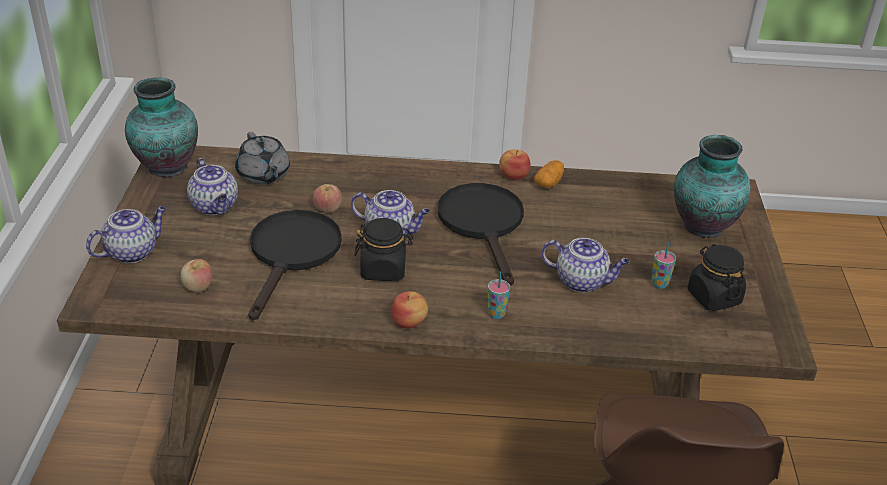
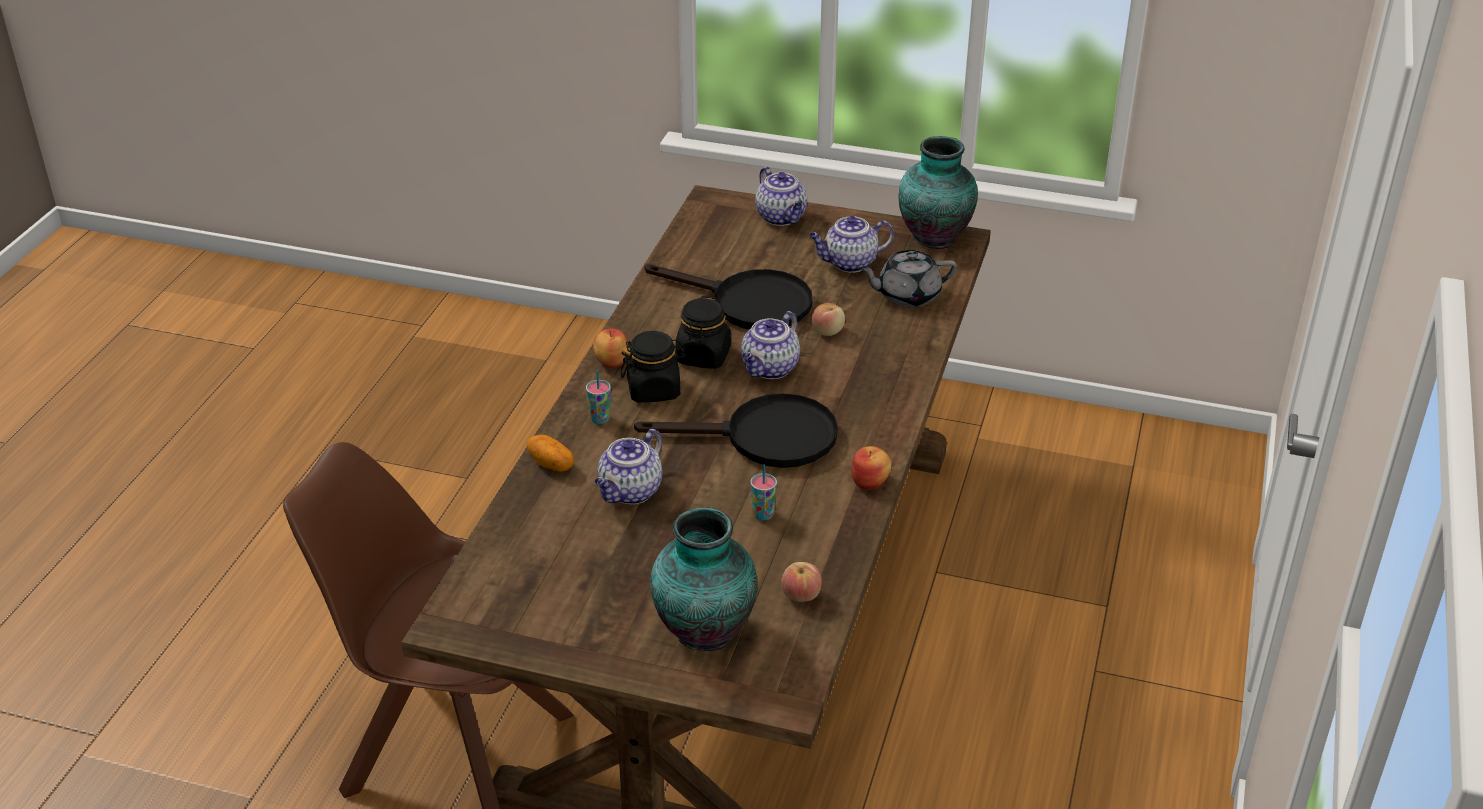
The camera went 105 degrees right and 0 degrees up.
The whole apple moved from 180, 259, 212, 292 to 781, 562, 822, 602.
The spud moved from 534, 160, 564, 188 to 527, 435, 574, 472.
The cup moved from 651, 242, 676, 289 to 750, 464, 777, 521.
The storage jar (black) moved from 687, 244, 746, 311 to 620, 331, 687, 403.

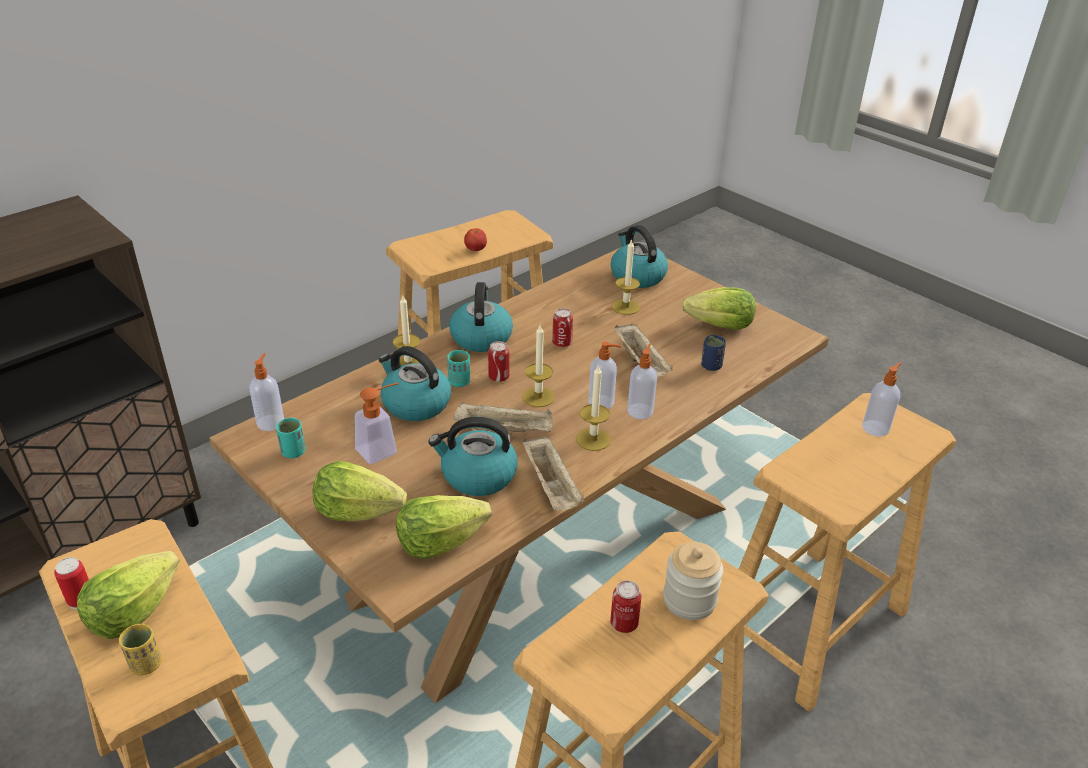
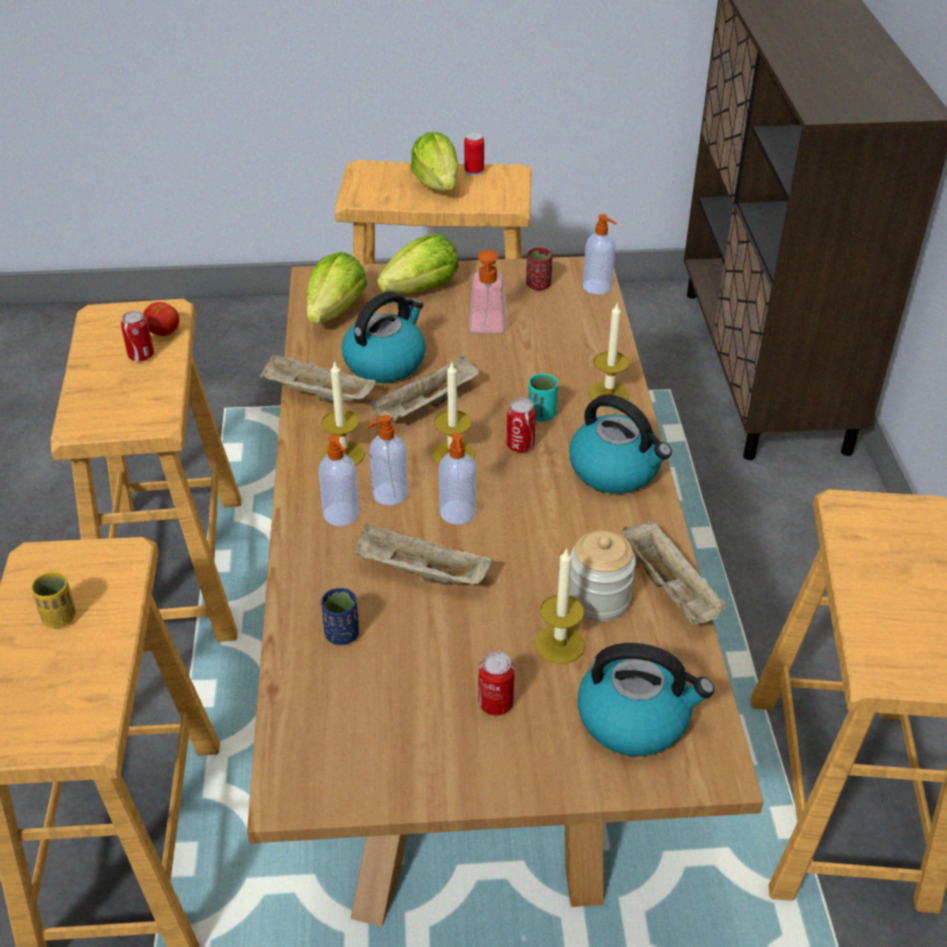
The camera went 130 degrees right and 5 degrees up.
The cup (yellowish) moved from 119, 624, 162, 676 to 31, 571, 76, 628.
The cup (turquoise-coloured) at 276, 418, 306, 458 became the cup (reddish) at 526, 248, 553, 290.
The tea kettle at 379, 346, 451, 421 disappeared.
The fresh tomato moved from 464, 228, 487, 251 to 143, 302, 179, 336.
The can moved from 552, 308, 573, 347 to 478, 652, 514, 715.
The storage jar moved from 663, 542, 723, 620 to 569, 530, 636, 621.
The head of lettuce at 682, 287, 756, 330 disappeared.
The liquid soap bottle moved from 862, 362, 902, 437 to 439, 433, 476, 525.
The serving tray (beige) at 622, 520, 726, 625 appeared.

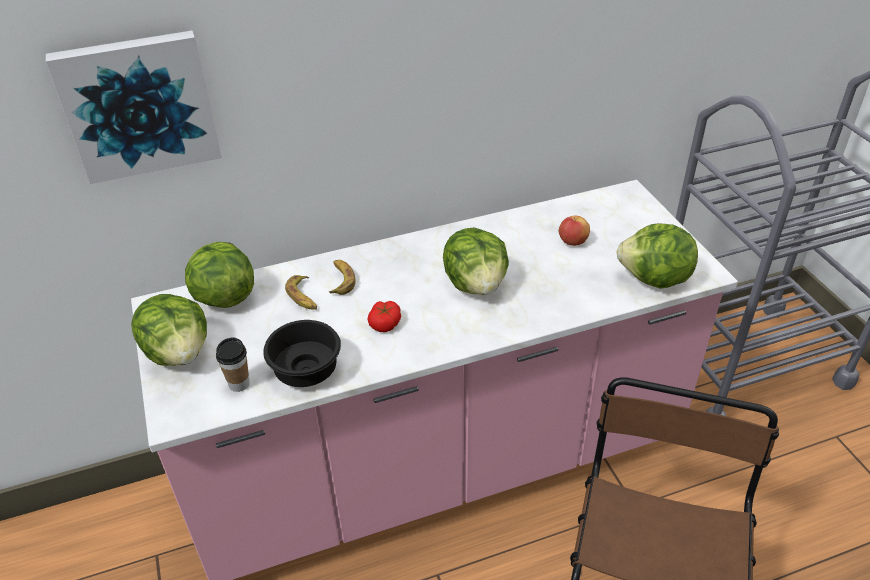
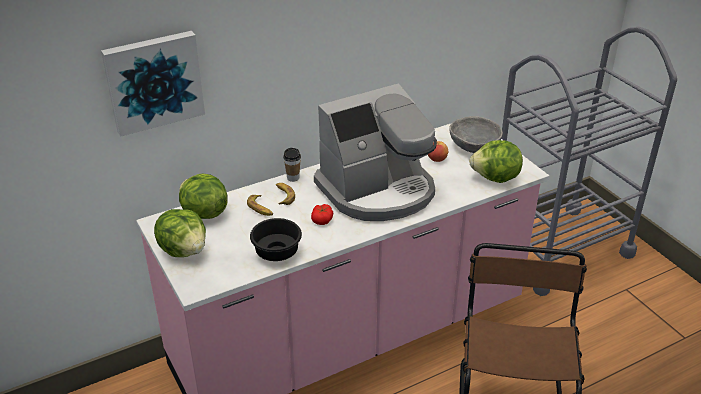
The camera went 10 degrees left and 5 degrees down.
The cup moved from 216, 337, 250, 392 to 283, 148, 301, 182.
The head of lettuce at 443, 228, 509, 295 was replaced by the coffee brewer at 314, 83, 437, 221.
The serving bowl (gray) at 449, 116, 503, 153 appeared.

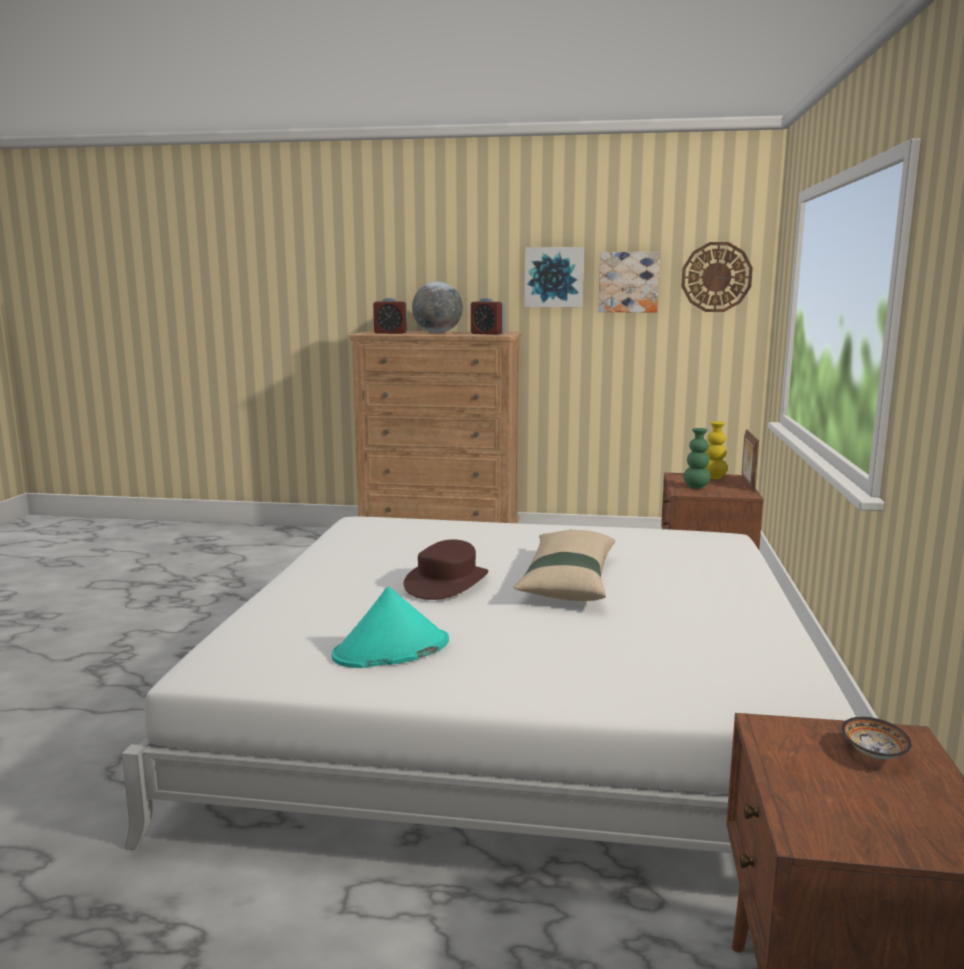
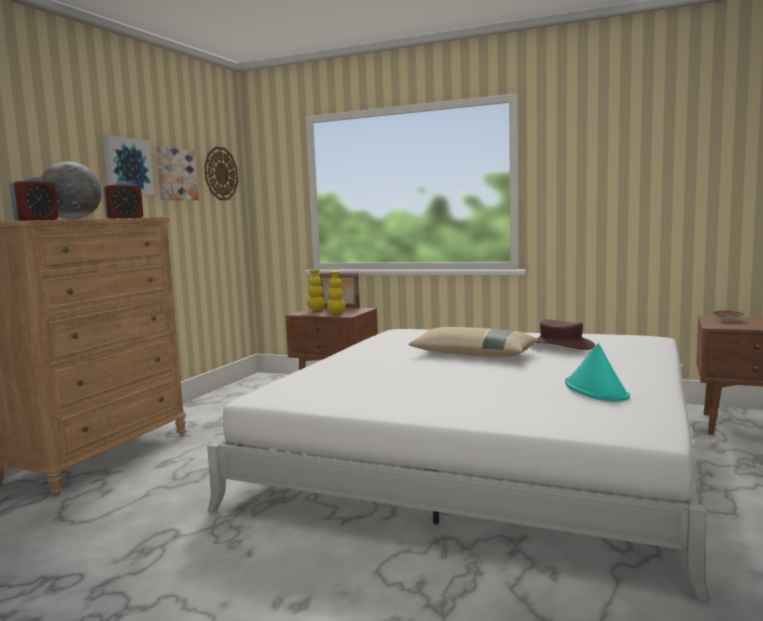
The camera went 75 degrees left and 5 degrees down.
The clothing hat (brown) moved from 404, 539, 488, 600 to 536, 320, 595, 350.
The decorative vase (greenish) at 684, 428, 711, 489 became the decorative vase (yellowish) at 327, 271, 346, 314.

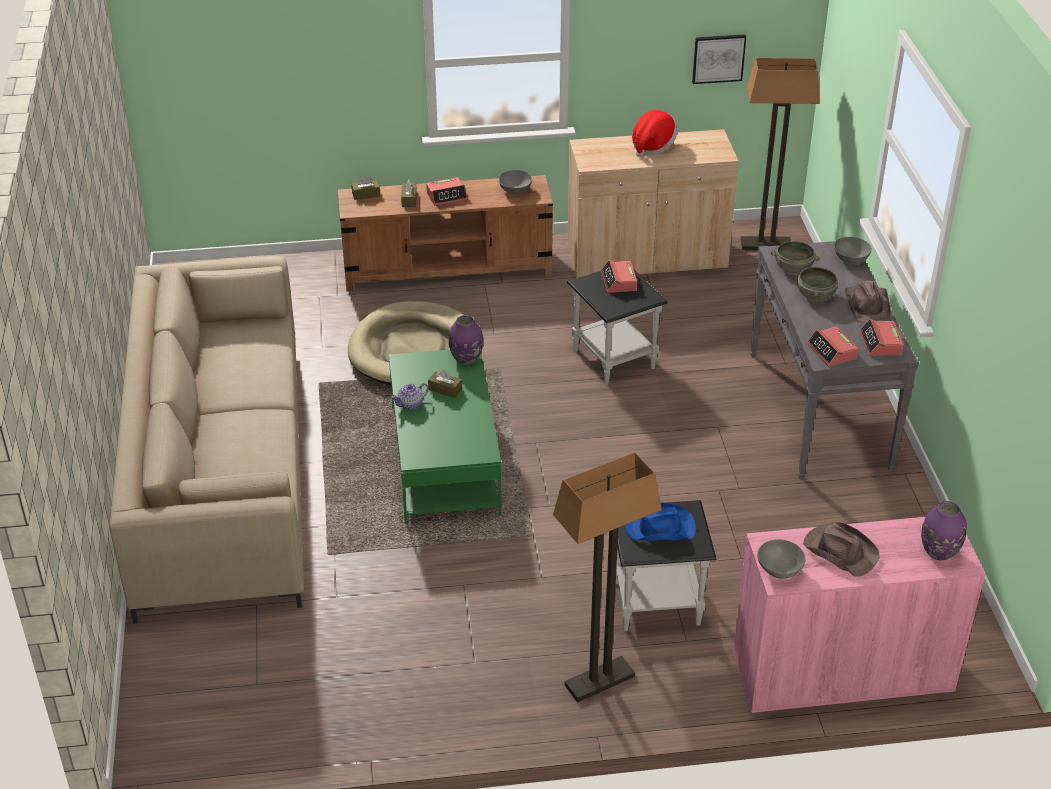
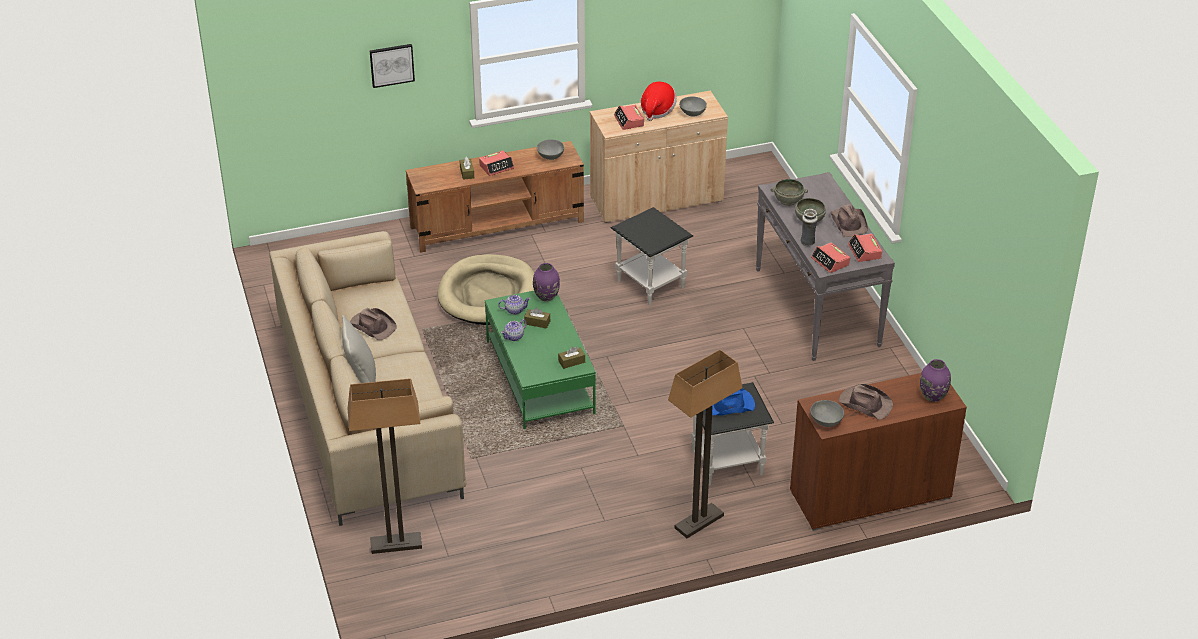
The camera went 10 degrees left and 0 degrees up.
The tissue box (brown) moved from 351, 176, 380, 200 to 558, 347, 585, 369.
The table clock moved from 601, 260, 637, 293 to 614, 105, 644, 130.
The wall picture moved from 692, 34, 746, 84 to 370, 44, 415, 88.
The cabinet (pink) at 732, 517, 985, 714 became the cabinet (brown) at 790, 373, 967, 530.
The floor lamp moved from 741, 58, 820, 251 to 348, 378, 422, 554.
The serving bowl (gray) moved from 834, 237, 872, 264 to 679, 96, 707, 116.
The cushion (gray) at 342, 315, 376, 383 appeared.
The clothing hat (brown) at 350, 308, 397, 340 appeared.
The pot for tea at 498, 295, 531, 315 appeared.
The decorative vase at 800, 209, 818, 246 appeared.

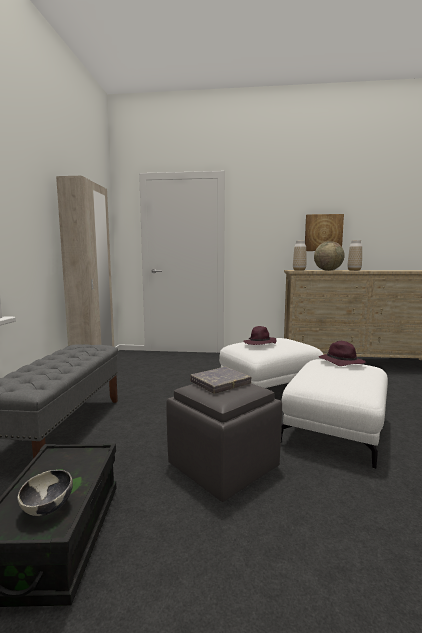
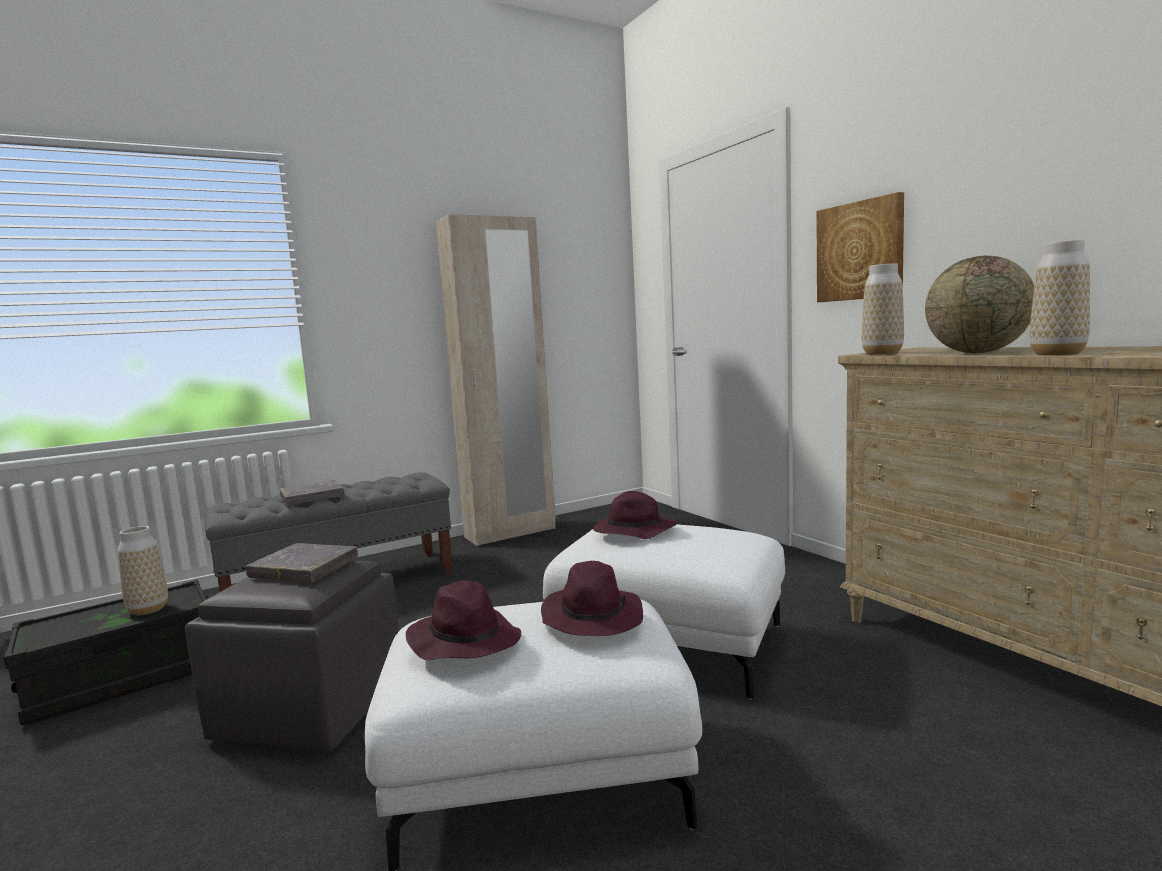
The camera went 55 degrees right and 0 degrees up.
The serving bowl at 18, 470, 73, 516 disappeared.
The wall picture moved from 305, 214, 344, 251 to 816, 192, 904, 302.
The decorative vase at 118, 526, 168, 615 appeared.
The volume (gray) at 280, 480, 345, 505 appeared.
The clothing hat (purple) at 406, 580, 521, 660 appeared.

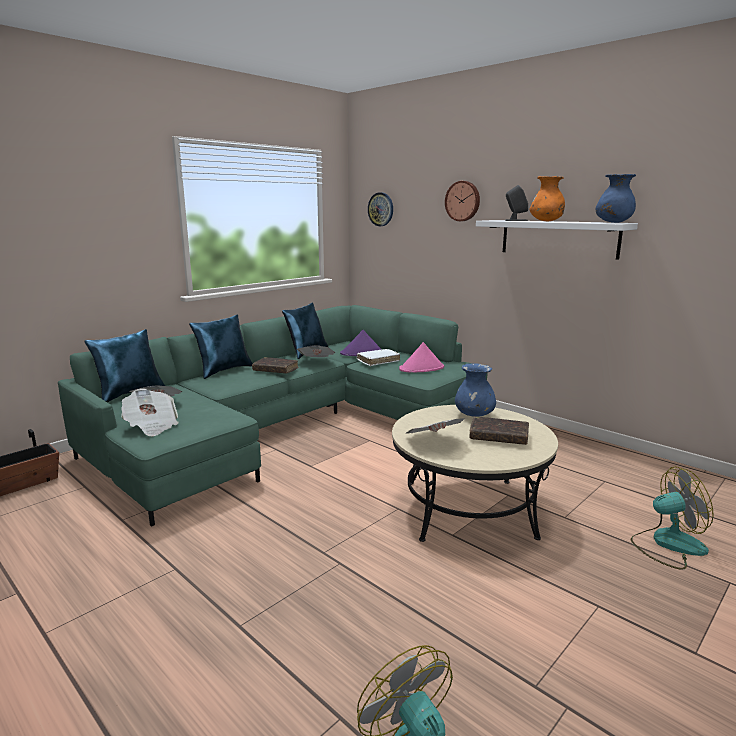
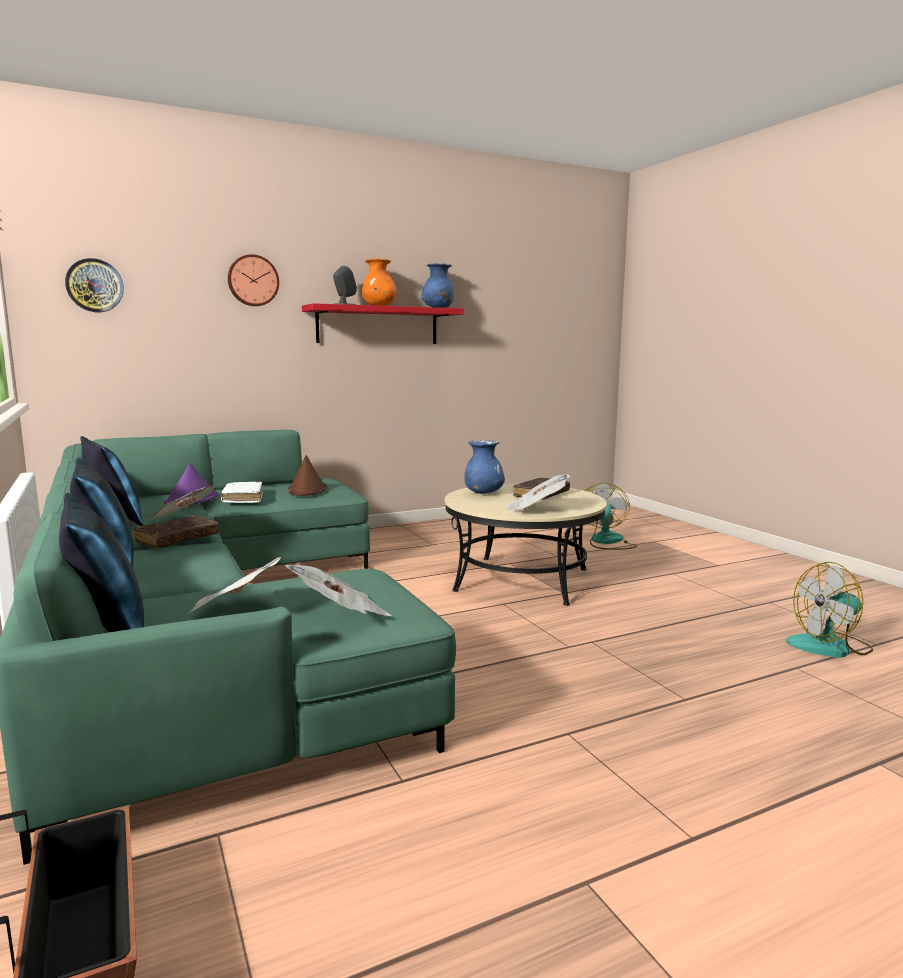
The camera went 70 degrees left and 5 degrees down.
The clothing hat (pink) at 399, 342, 444, 372 became the clothing hat (brown) at 288, 455, 327, 496.
The wall shelf (white) at 476, 220, 638, 260 became the wall shelf (reddish) at 302, 303, 464, 344.

